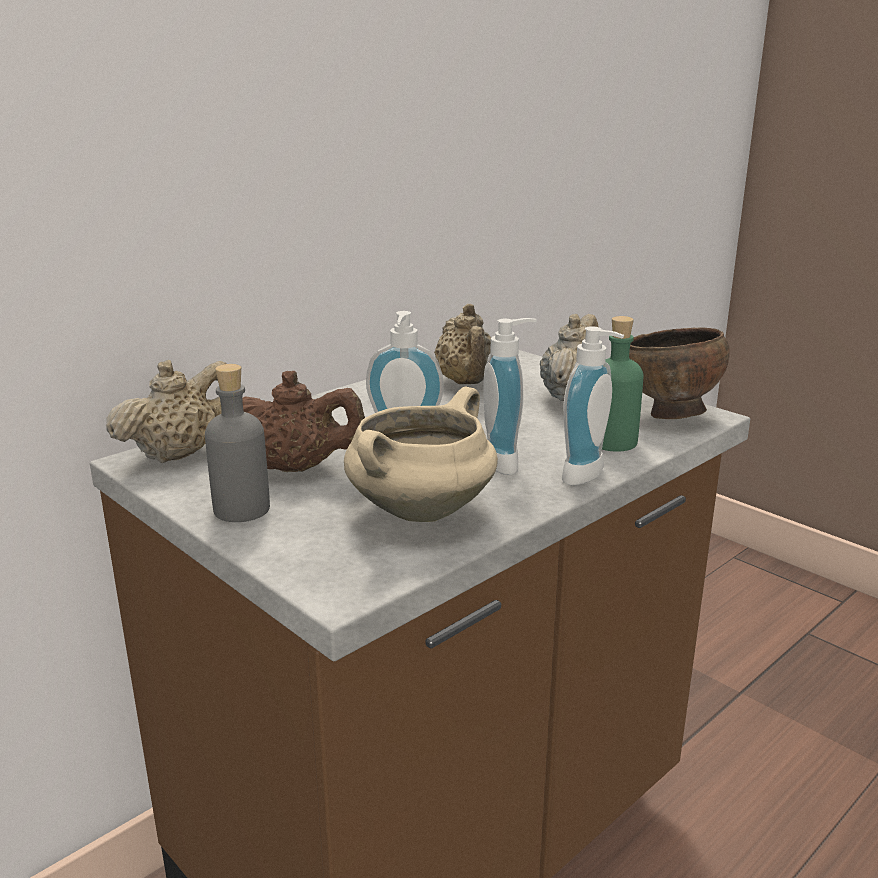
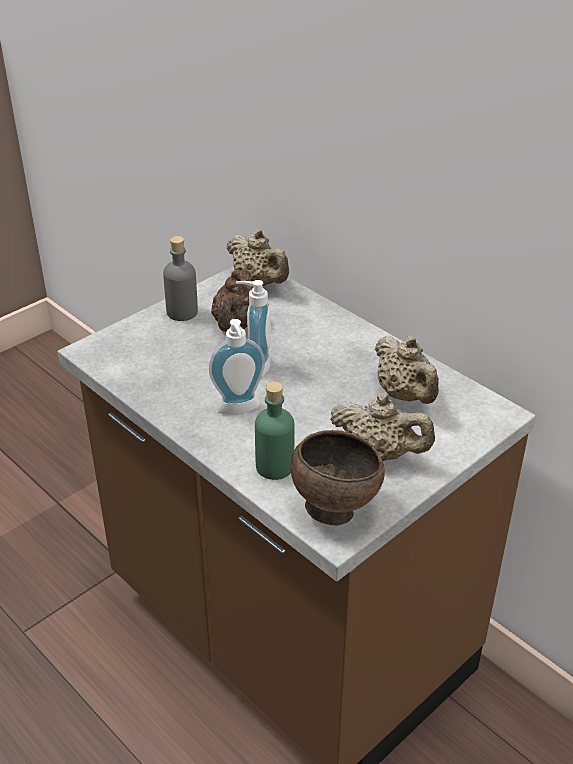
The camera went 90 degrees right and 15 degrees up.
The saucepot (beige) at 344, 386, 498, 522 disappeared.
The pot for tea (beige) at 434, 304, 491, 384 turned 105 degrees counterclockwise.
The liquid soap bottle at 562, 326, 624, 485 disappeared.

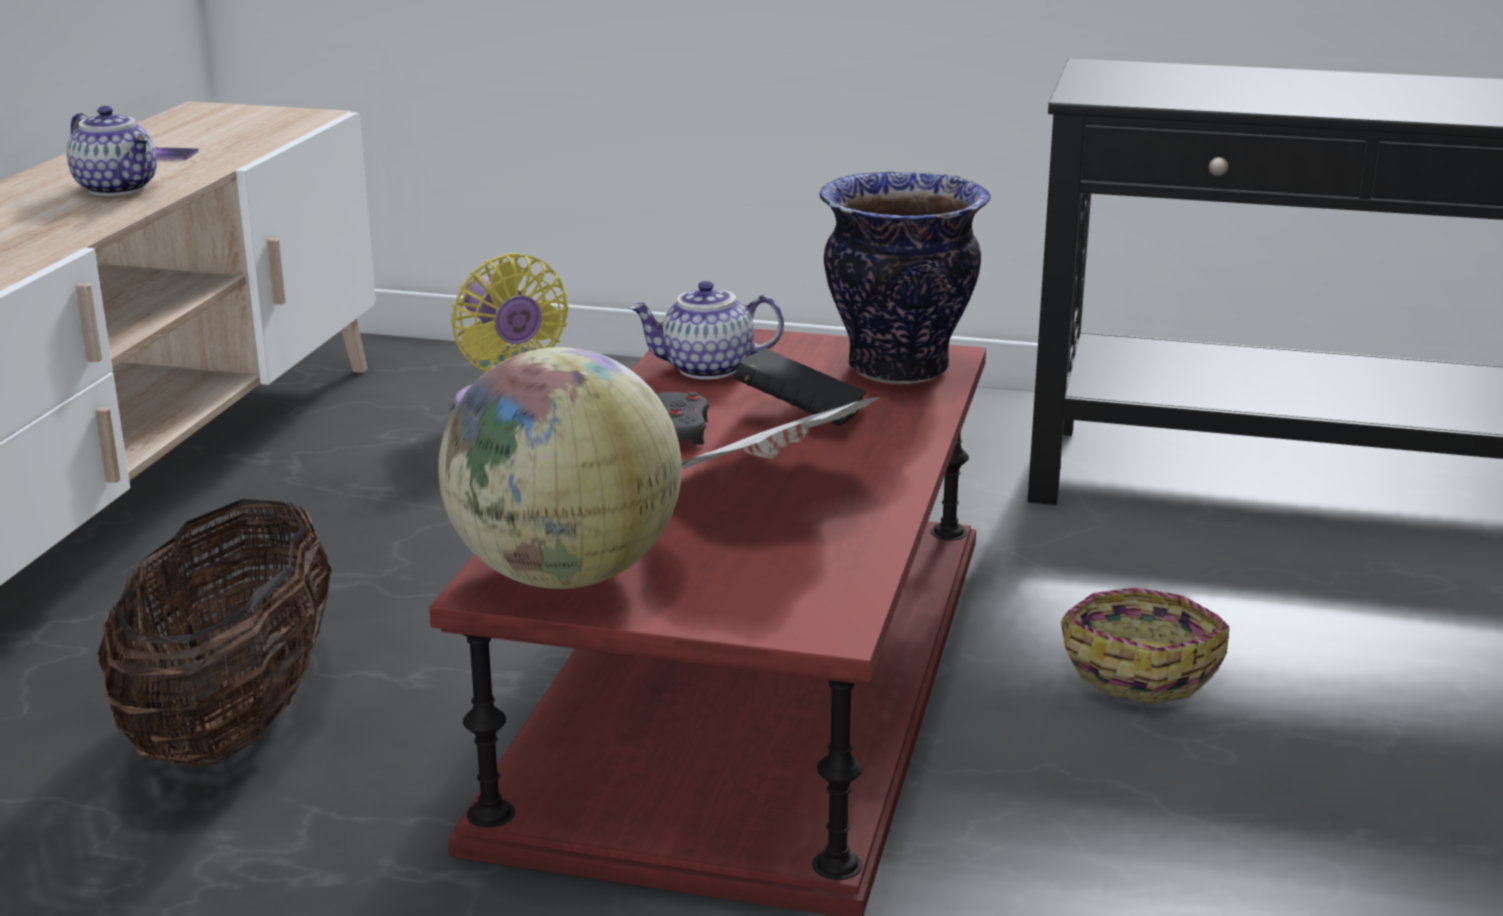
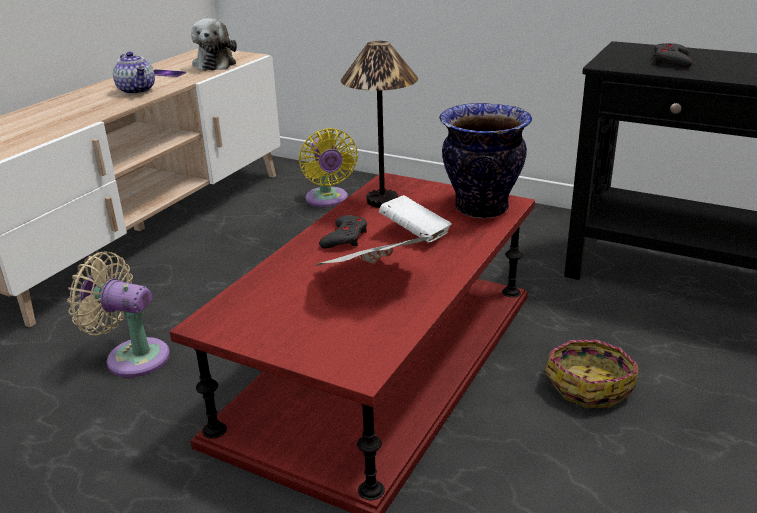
The camera went 15 degrees right and 5 degrees up.
The basket at 98, 498, 331, 766 was replaced by the cooling fan (beige) at 67, 251, 170, 377.
The world globe at 438, 347, 682, 589 disappeared.
The pot for tea at 628, 281, 784, 380 was replaced by the table lamp at 341, 41, 418, 208.
The volume (black) at 734, 348, 866, 426 became the volume (white) at 379, 195, 452, 243.
The cuddly toy at 191, 18, 237, 71 appeared.
The game controller (gray) at 654, 43, 692, 68 appeared.

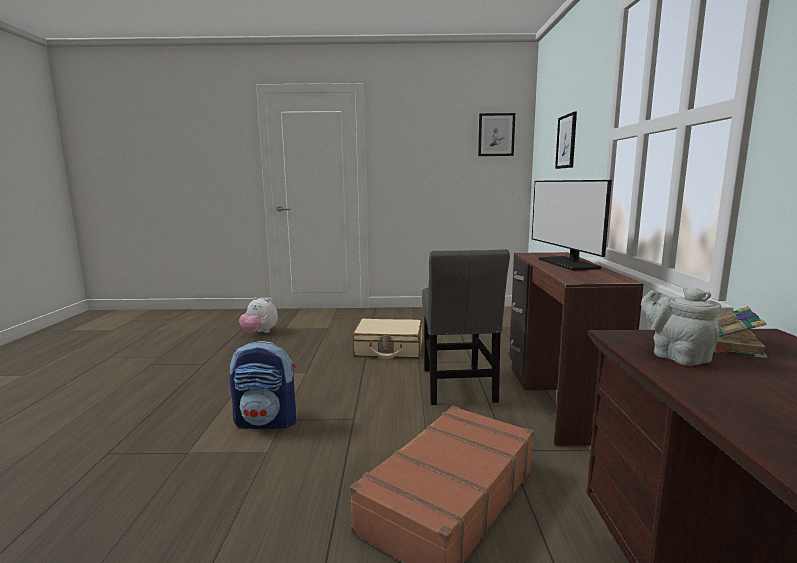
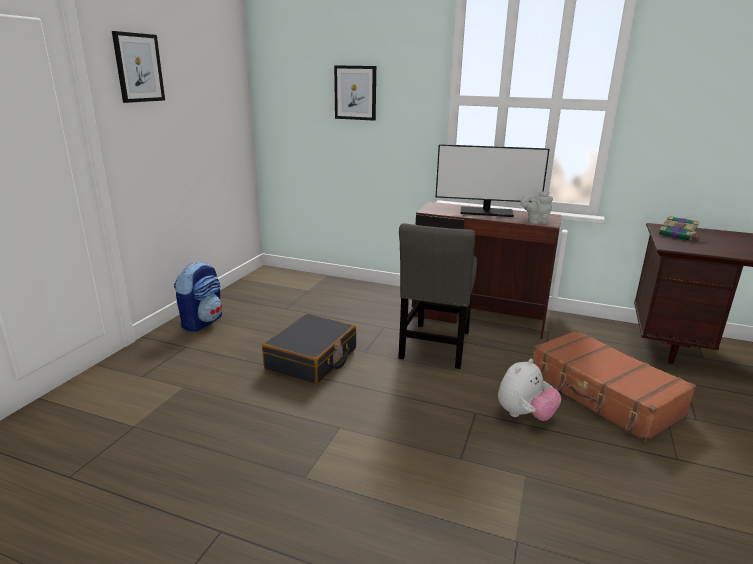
The camera went 70 degrees left and 10 degrees up.
The knapsack moved from 230, 341, 296, 429 to 174, 261, 222, 332.
The cuddly toy moved from 239, 297, 278, 333 to 498, 359, 561, 421.
The piece of luggage (beige) at 352, 318, 422, 359 became the piece of luggage (black) at 262, 314, 356, 385.
The upright chair (gray) at 422, 249, 510, 405 turned 90 degrees clockwise.
The wall picture moved from 478, 113, 515, 156 to 112, 31, 165, 103.
The pot for tea (gray) moved from 641, 287, 721, 366 to 520, 191, 553, 224.

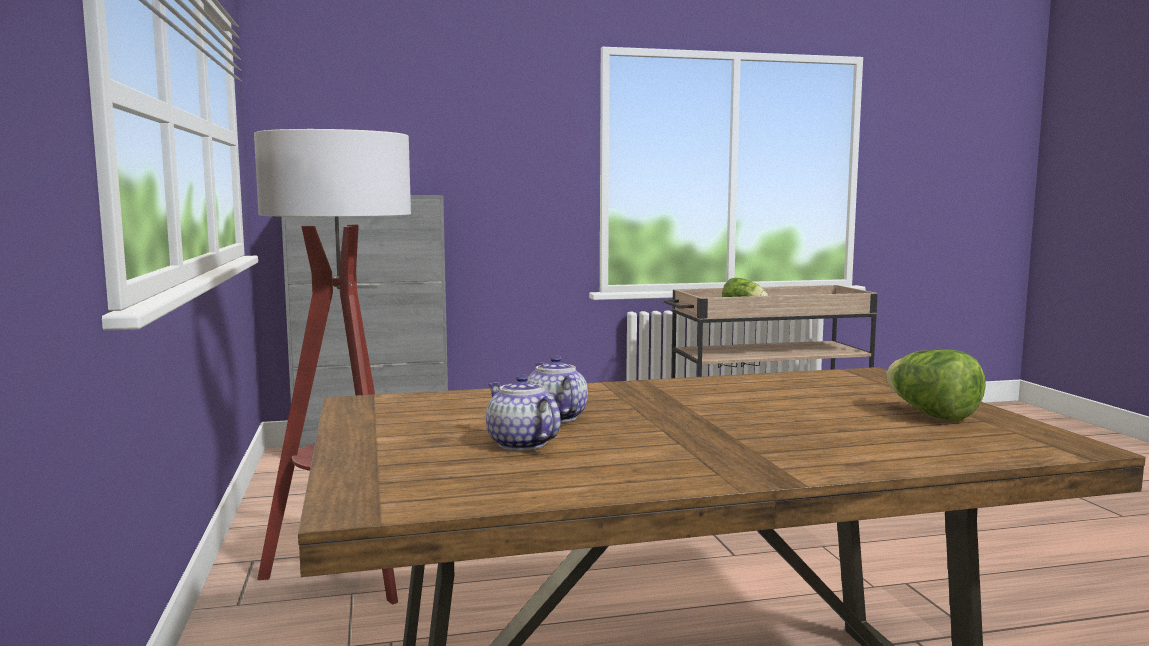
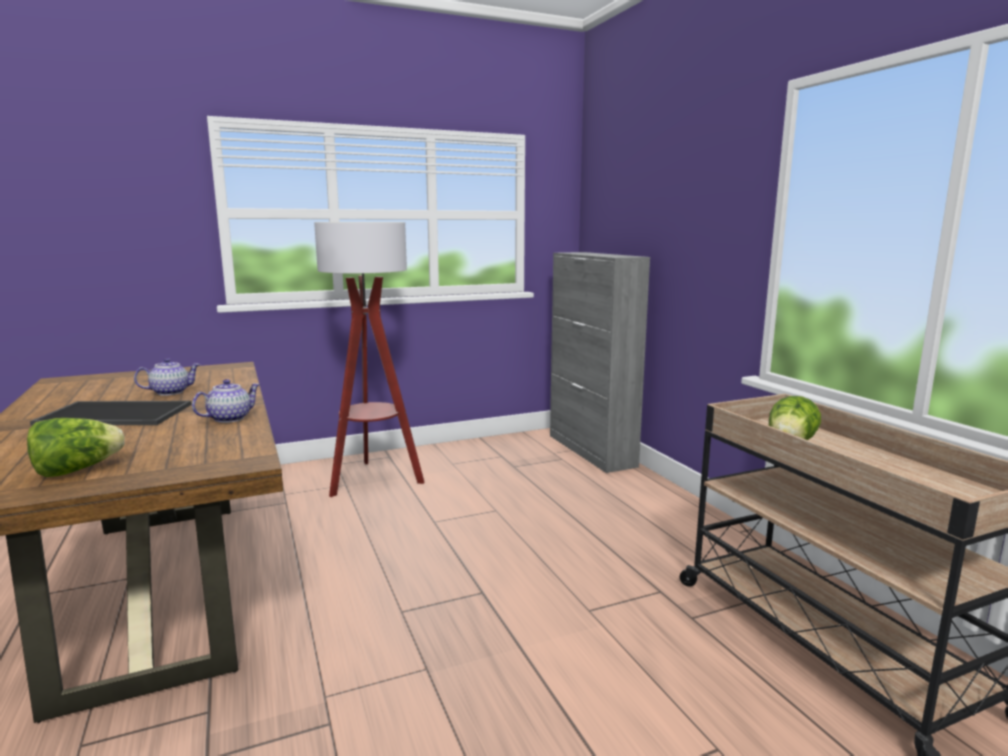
The camera went 80 degrees right and 5 degrees up.
The pot for tea moved from 486, 374, 560, 451 to 192, 379, 260, 423.
The serving tray at 30, 401, 192, 426 appeared.

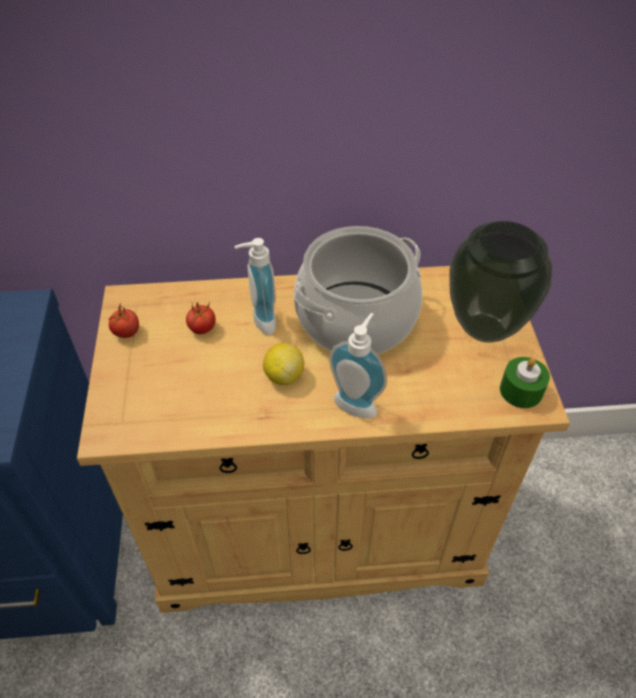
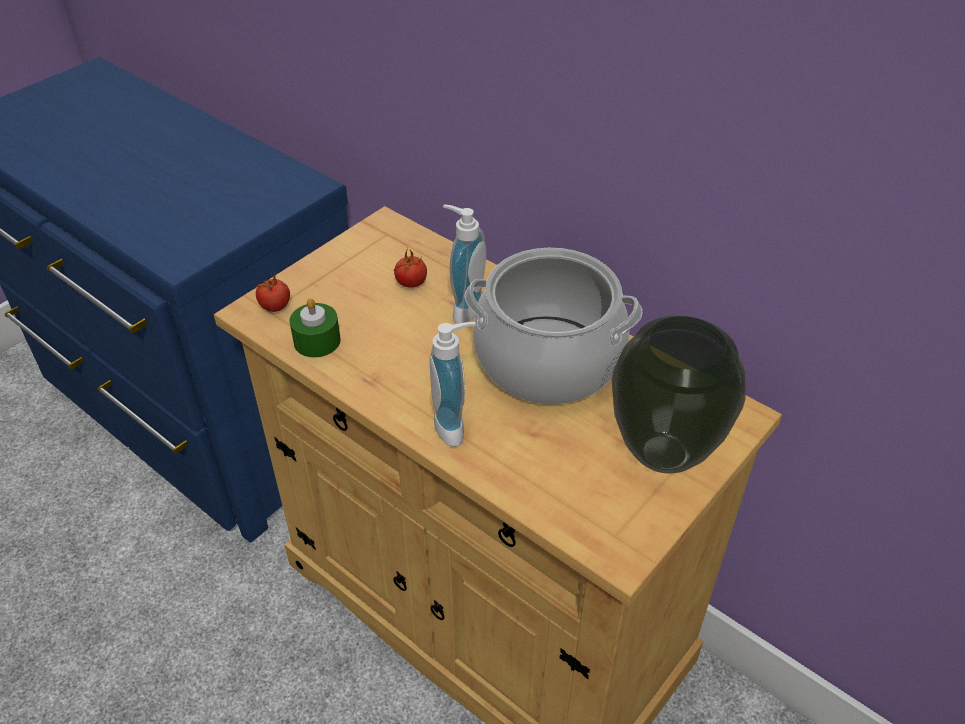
The camera went 45 degrees right and 5 degrees down.
The fresh tomato moved from 109, 305, 139, 338 to 254, 271, 290, 312.
The whole lemon at 263, 343, 304, 385 disappeared.
The wax light (greenish) moved from 500, 357, 550, 408 to 290, 298, 341, 358.

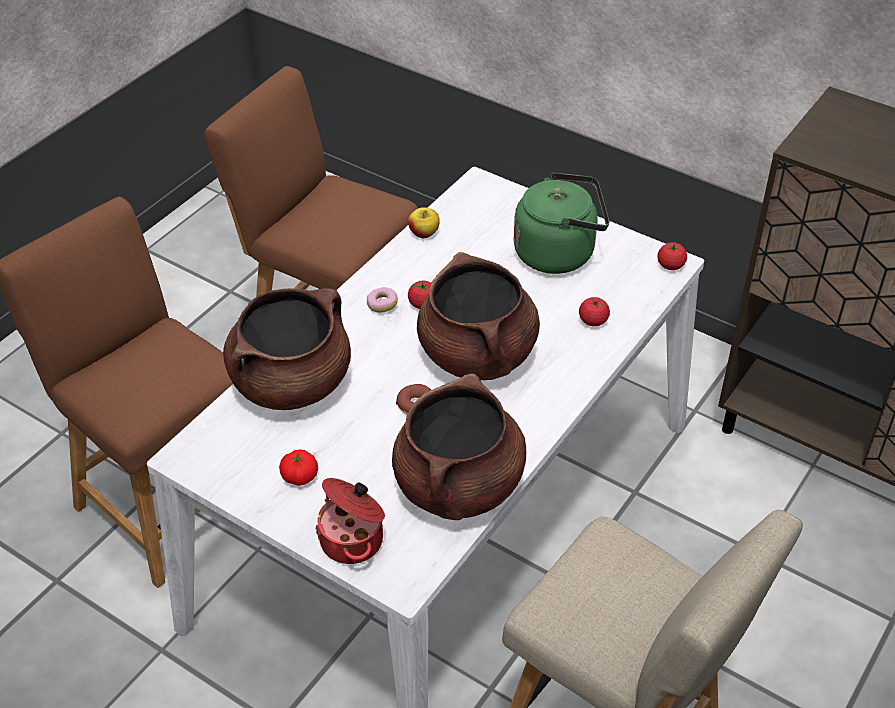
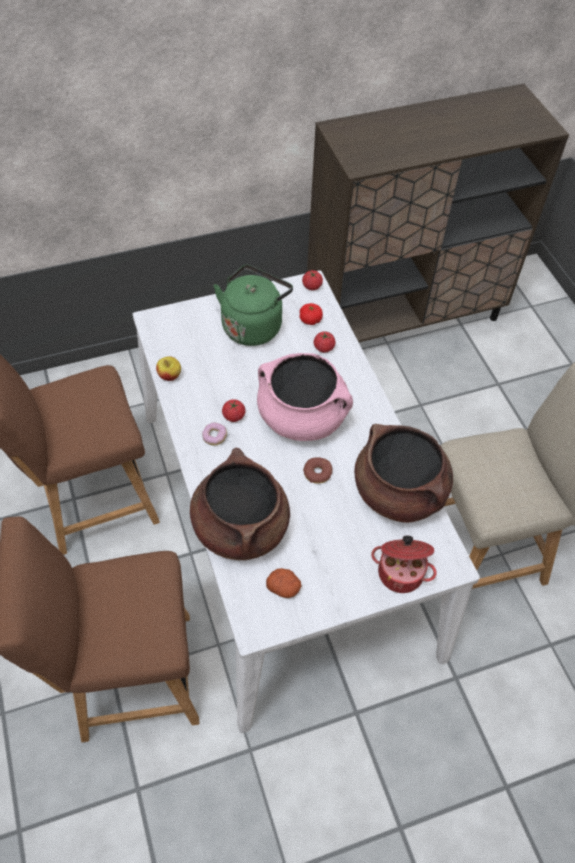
The camera went 55 degrees left and 10 degrees up.
The fresh tomato moved from 279, 449, 318, 486 to 300, 303, 323, 325.
The saucepot (brown) at 417, 252, 540, 380 became the saucepot (pink) at 257, 353, 353, 441.
The spud at 266, 568, 301, 598 appeared.

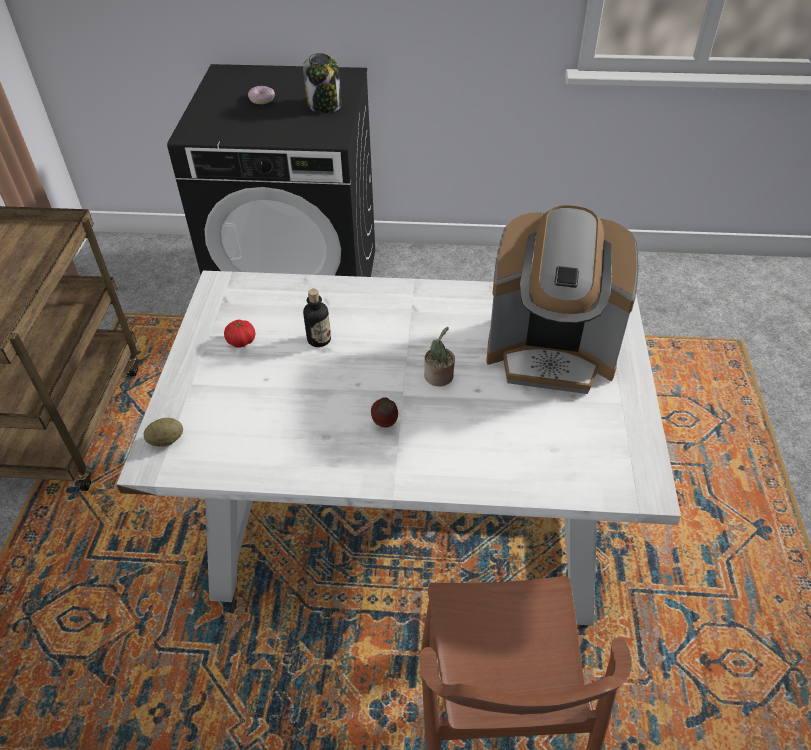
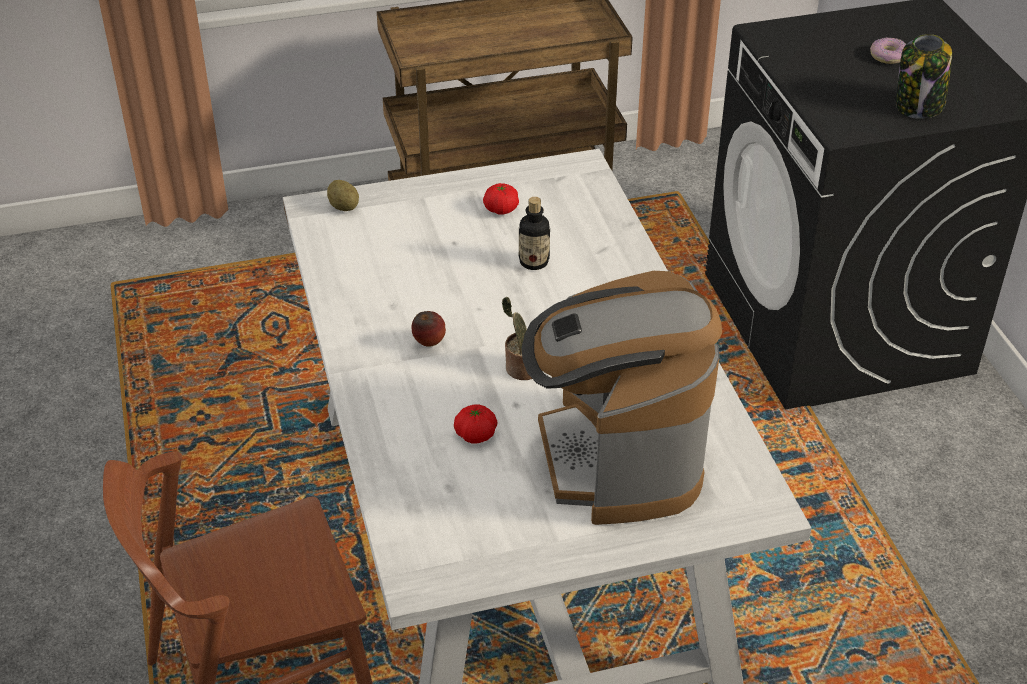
The camera went 70 degrees right and 5 degrees down.
The fresh tomato at 454, 405, 497, 443 appeared.

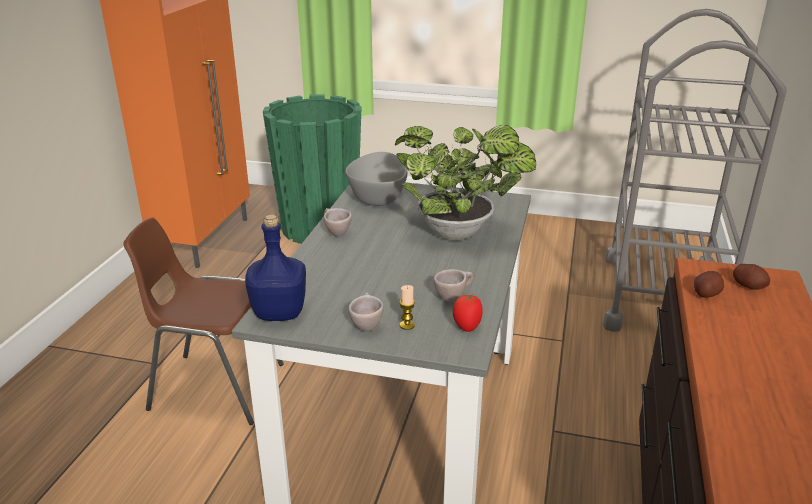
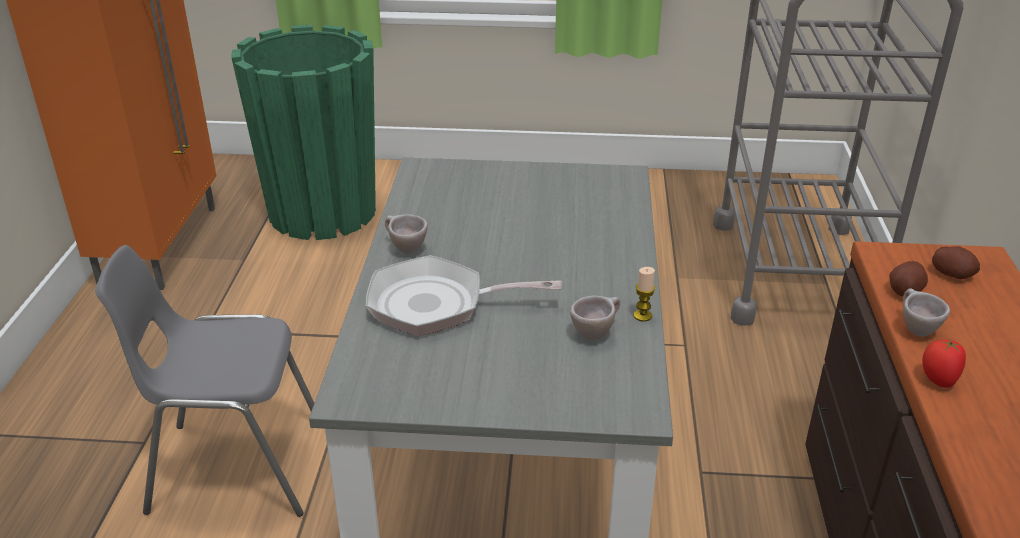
The camera went 10 degrees left and 5 degrees up.
The upright chair (brown) at 123, 217, 284, 425 became the upright chair (gray) at 95, 245, 314, 517.
The beverage bottle (bluish) at 245, 214, 306, 321 disappeared.
The serving bowl (gray) at 346, 152, 408, 206 disappeared.
The cup (beige) moved from 349, 292, 384, 331 to 903, 288, 950, 337.
The potted plant at 395, 125, 536, 240 disappeared.
The wax light moved from 399, 285, 415, 330 to 633, 267, 655, 322.
The fresh tomato moved from 453, 294, 483, 332 to 922, 339, 966, 388.
The skillet at 366, 255, 562, 336 appeared.

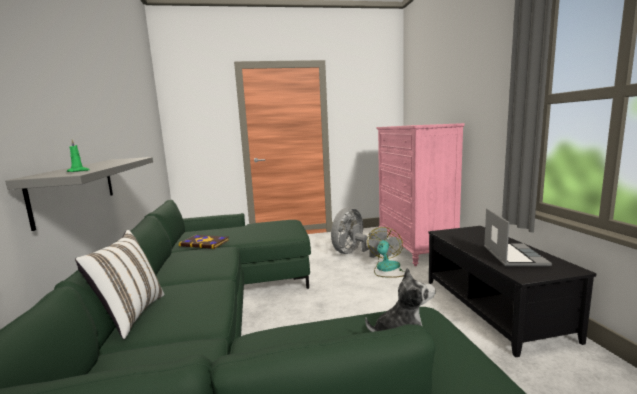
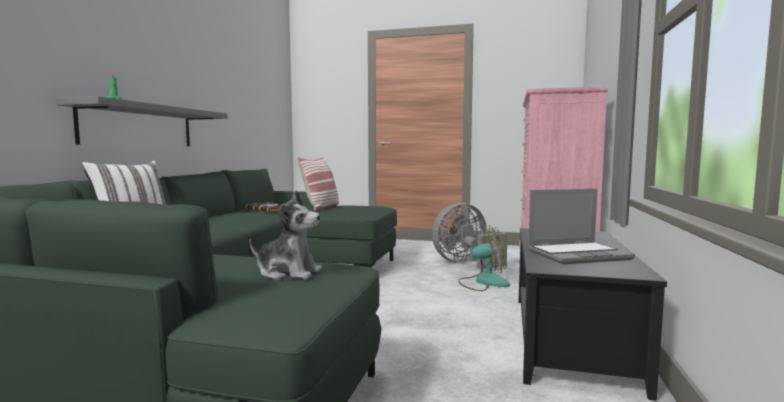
The camera went 25 degrees right and 5 degrees down.
The cooling fan at 367, 227, 405, 278 turned 45 degrees clockwise.
The portable computer at 484, 208, 552, 266 turned 45 degrees clockwise.
The cushion at 298, 157, 339, 211 appeared.

